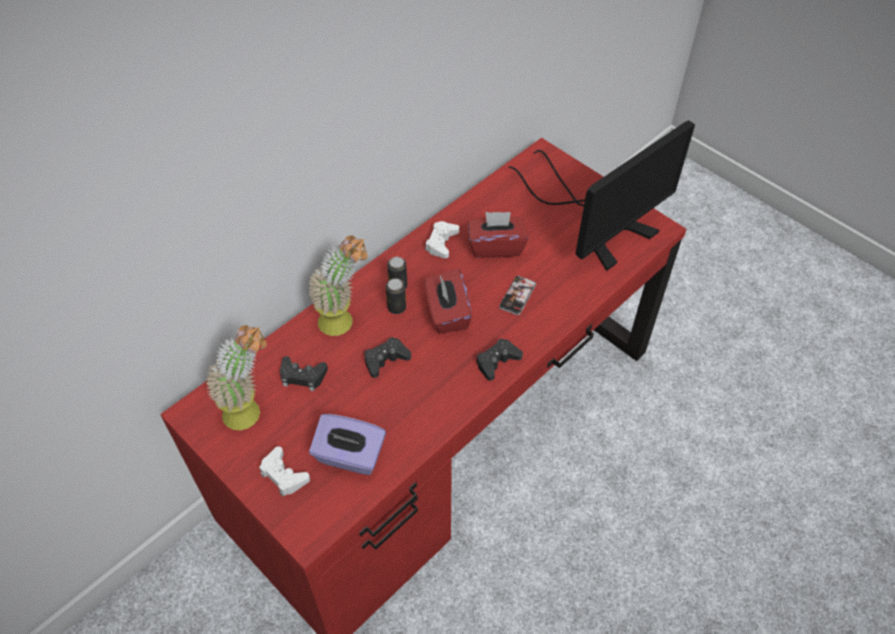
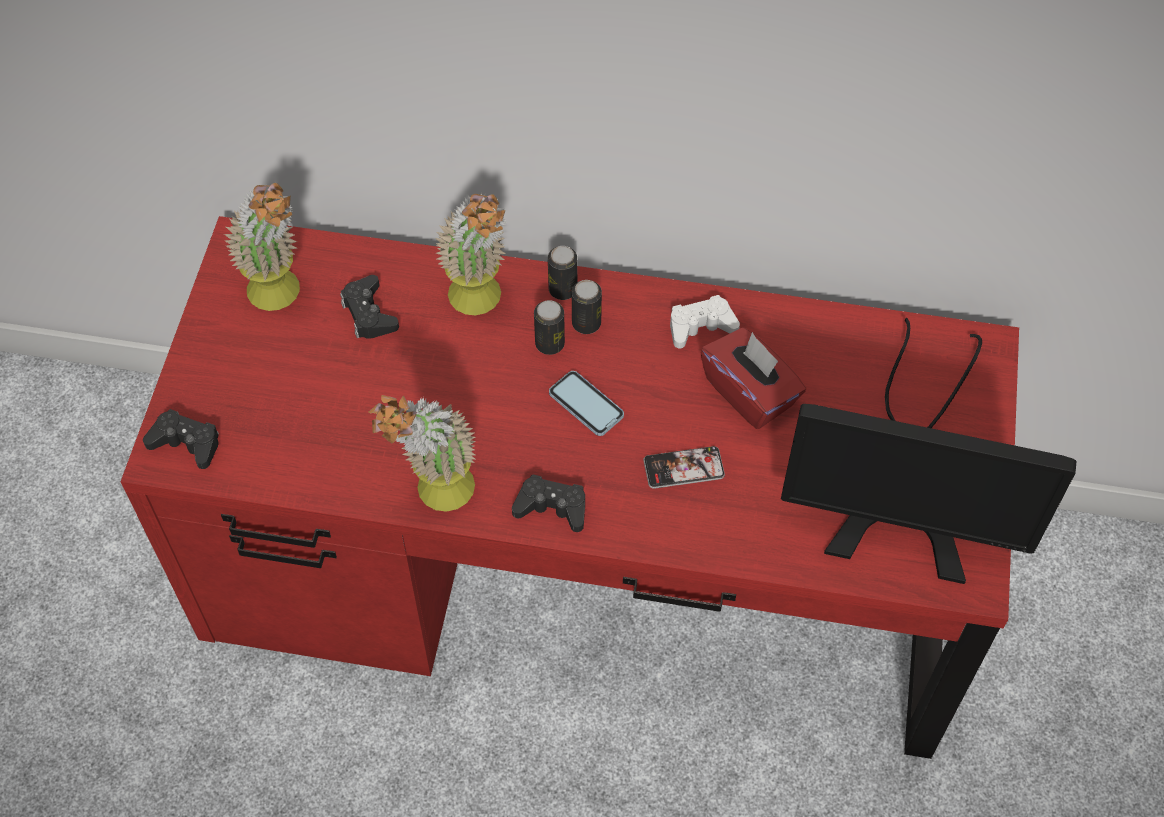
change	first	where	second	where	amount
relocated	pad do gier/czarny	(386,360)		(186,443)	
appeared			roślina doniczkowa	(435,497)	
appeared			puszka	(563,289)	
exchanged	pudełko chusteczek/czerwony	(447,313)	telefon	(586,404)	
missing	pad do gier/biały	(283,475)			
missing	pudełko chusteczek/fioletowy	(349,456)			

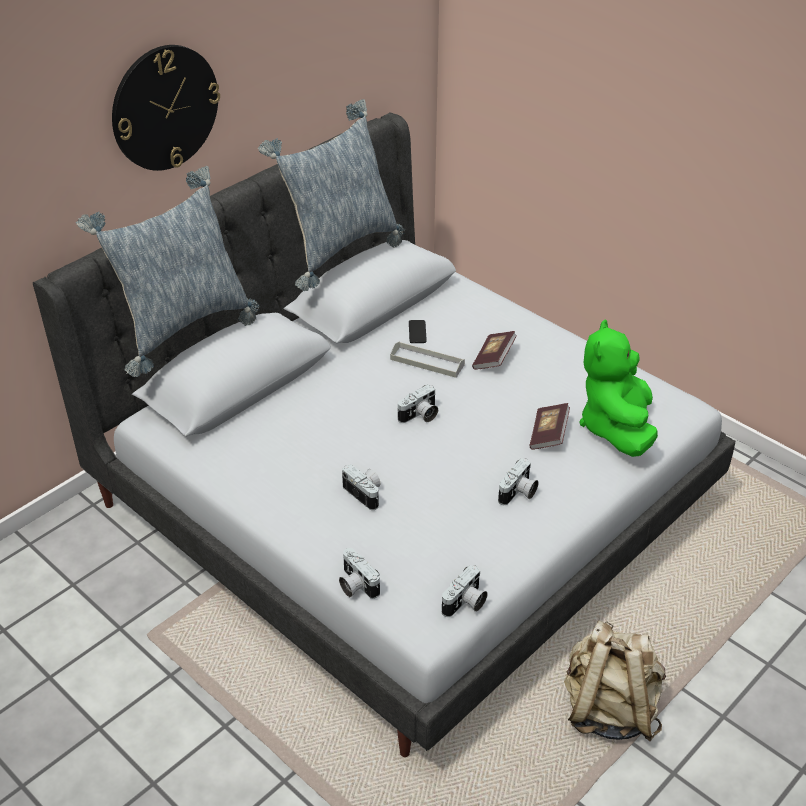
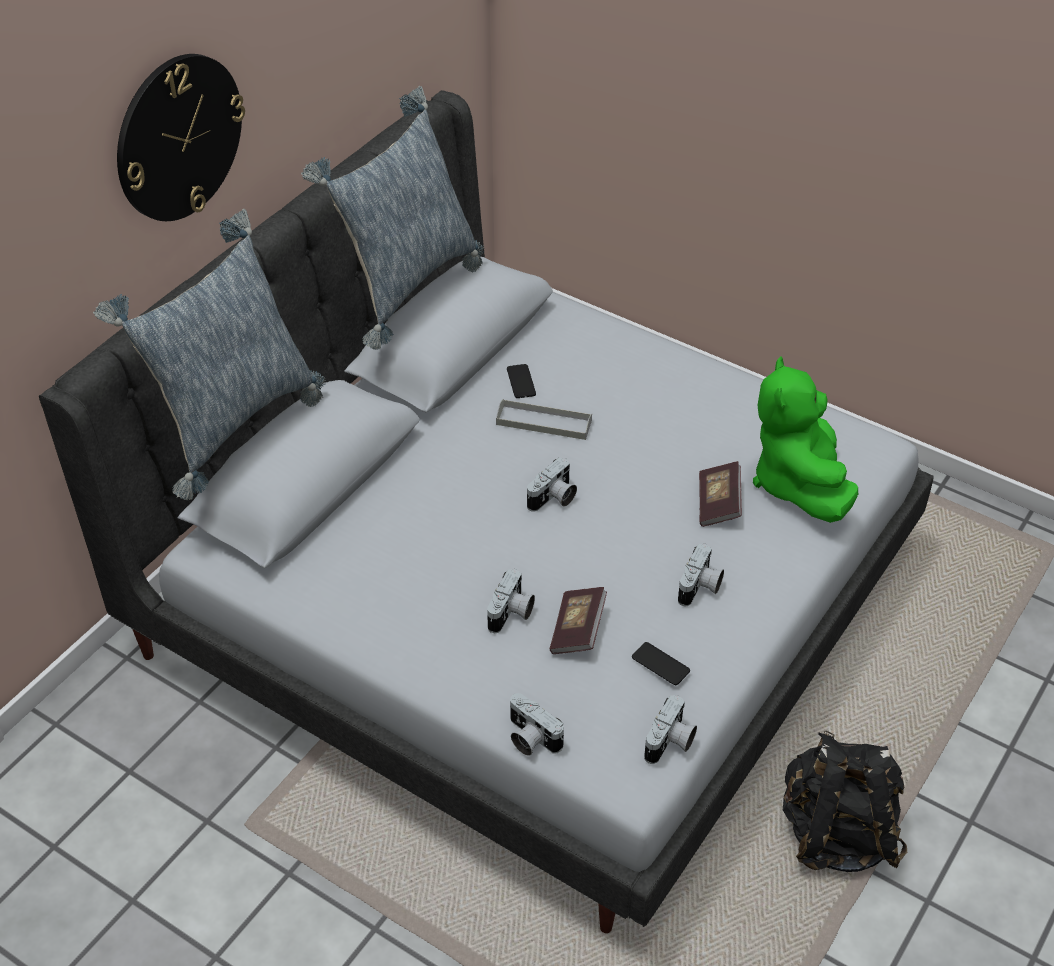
change	first	where	second	where	amount
spun	aparat fotograficzny	(365,493)		(511,613)	75 degrees clockwise
relocated	książka	(493,359)		(577,630)	
appeared			telefon	(660,664)	
colour	plecak/beżowy	(608,709)	plecak/czarny	(836,834)	

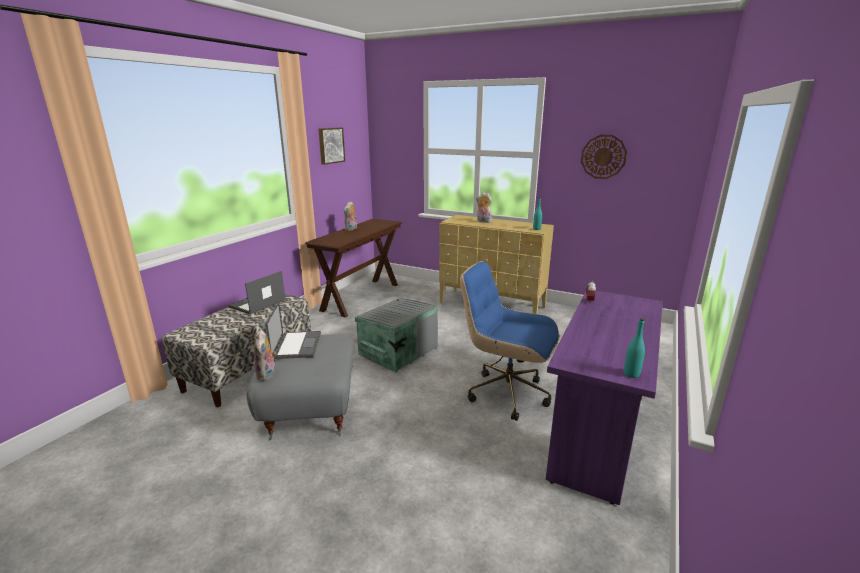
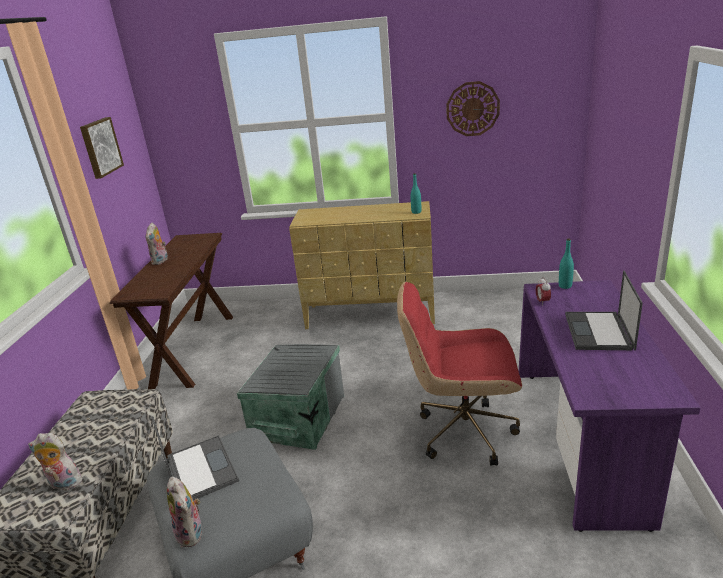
change	first	where	second	where	amount
relocated	pluszak	(483,221)		(63,484)	
colour	krzesło biurowe/niebieski	(505,393)	krzesło biurowe/czerwony	(462,433)	
relocated	butelka/turkusowy	(631,374)		(565,286)	
relocated	laptop	(257,303)		(599,332)	

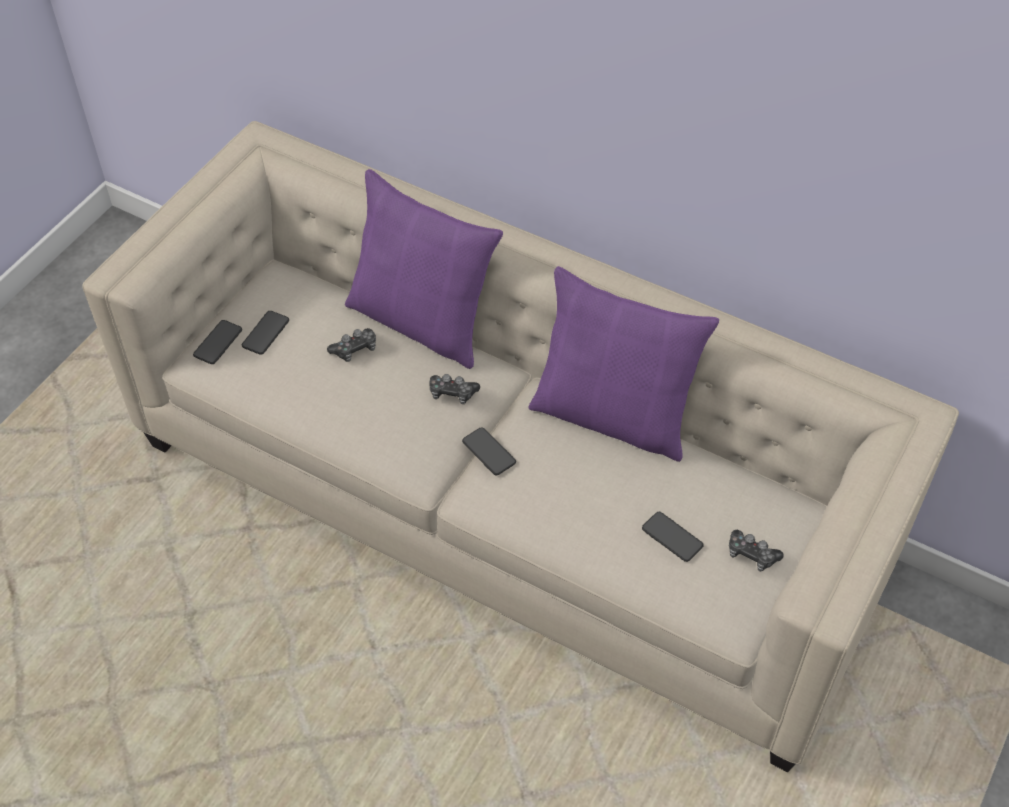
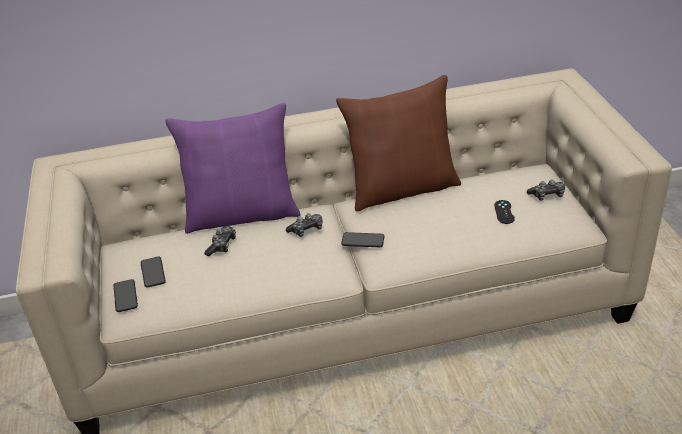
change	first	where	second	where	amount
colour	poduszka/fioletowy	(613,415)	poduszka/brązowy	(402,188)	
exchanged	telefon	(672,537)	pad do gier/czarny	(504,212)	

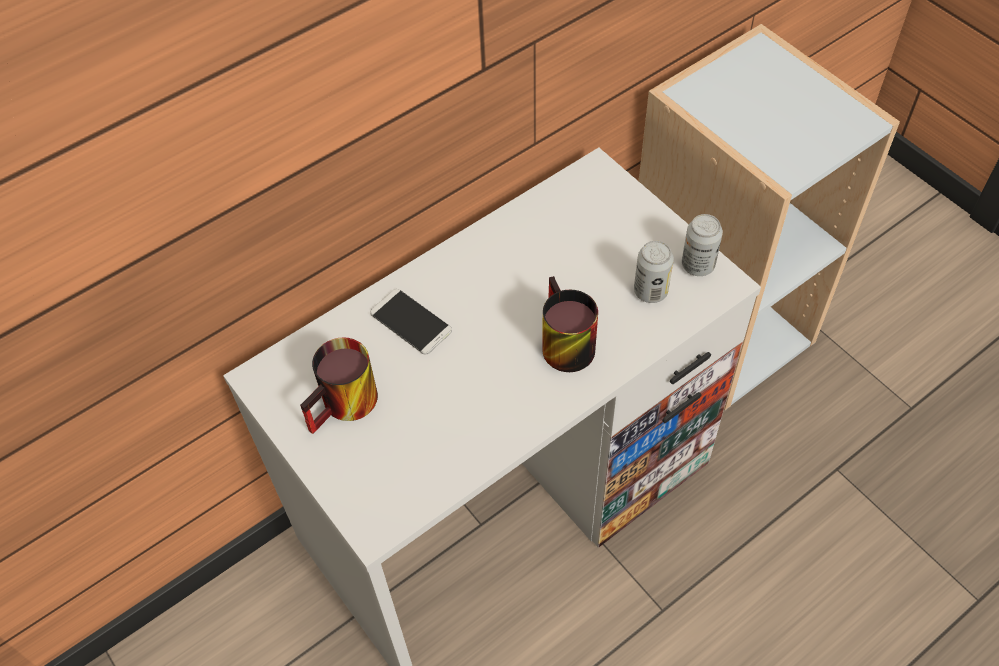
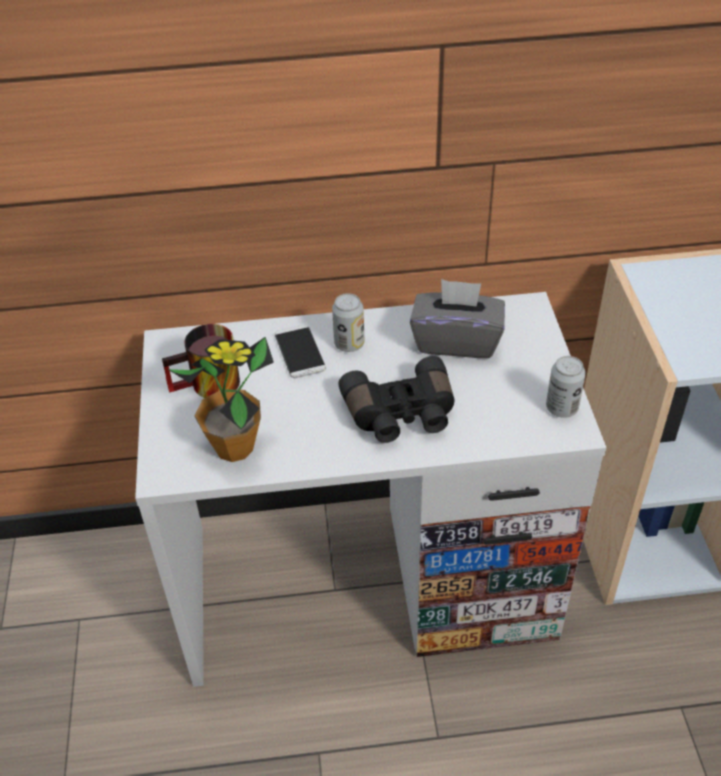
change	first	where	second	where	amount
appeared			roślina doniczkowa	(234,447)	
relocated	puszka	(650,291)		(349,344)	
exchanged	kubek	(560,343)	lornetka/czarny	(401,415)	
appeared			pudełko chusteczek/szary	(456,341)	

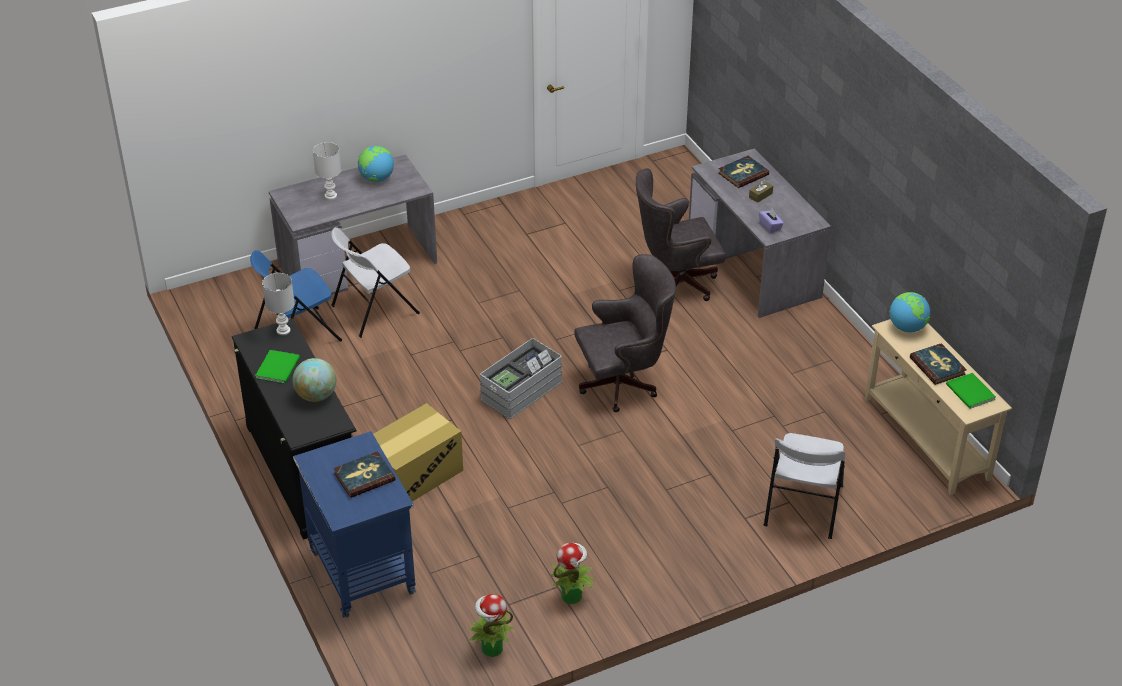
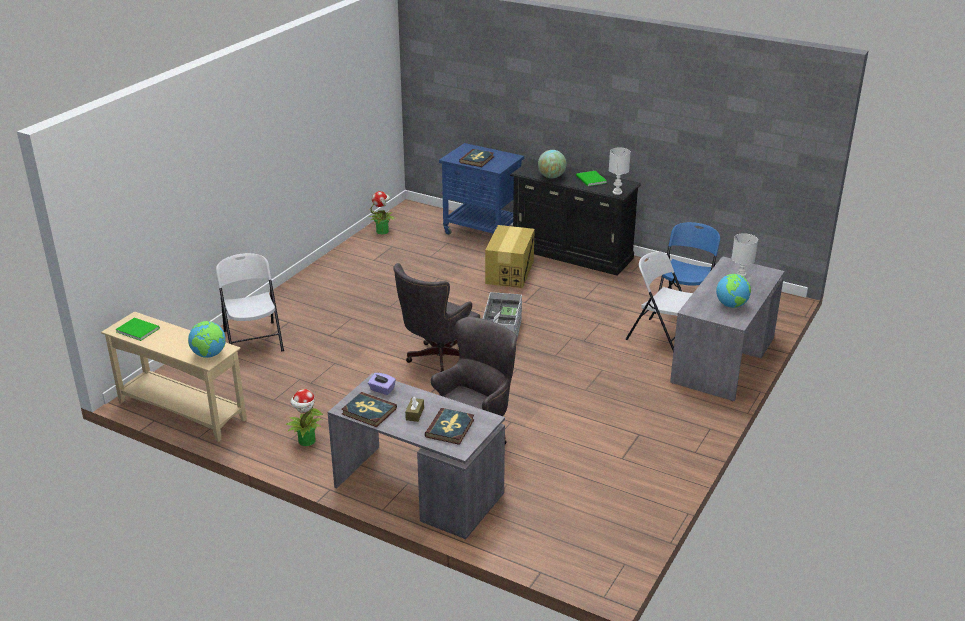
change	first	where	second	where	amount
relocated	roślina doniczkowa	(572,595)		(306,441)	
relocated	książka	(937,366)		(369,411)	
spun	krzesło/biały	(375,309)		(663,337)	75 degrees counterclockwise

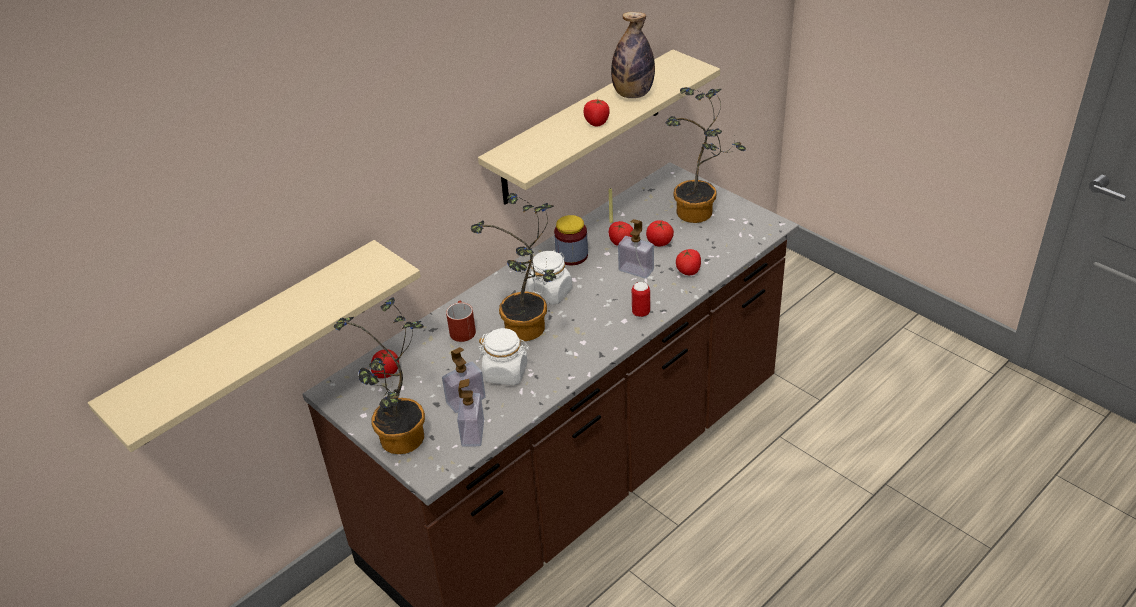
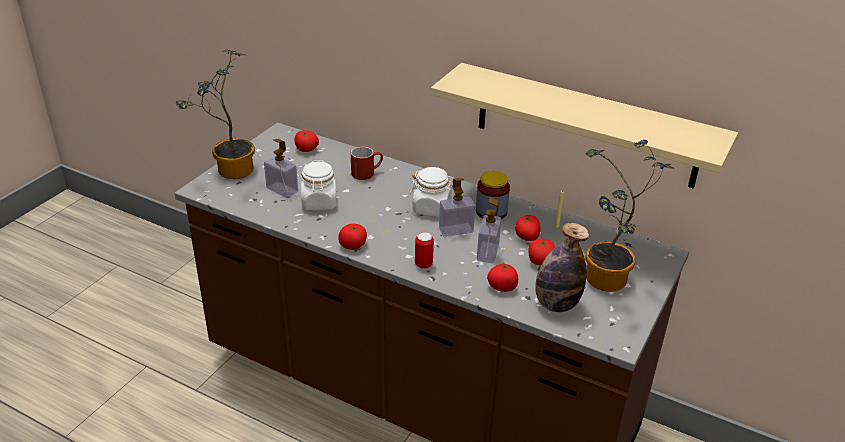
change	first	where	second	where	amount
relocated	pomidor	(596,122)		(353,245)	
relocated	dozownik mydła	(473,433)		(456,230)	
relocated	butelka	(633,94)		(556,304)	
missing	półka/beżowy	(250,344)			
missing	roślina doniczkowa	(528,332)			

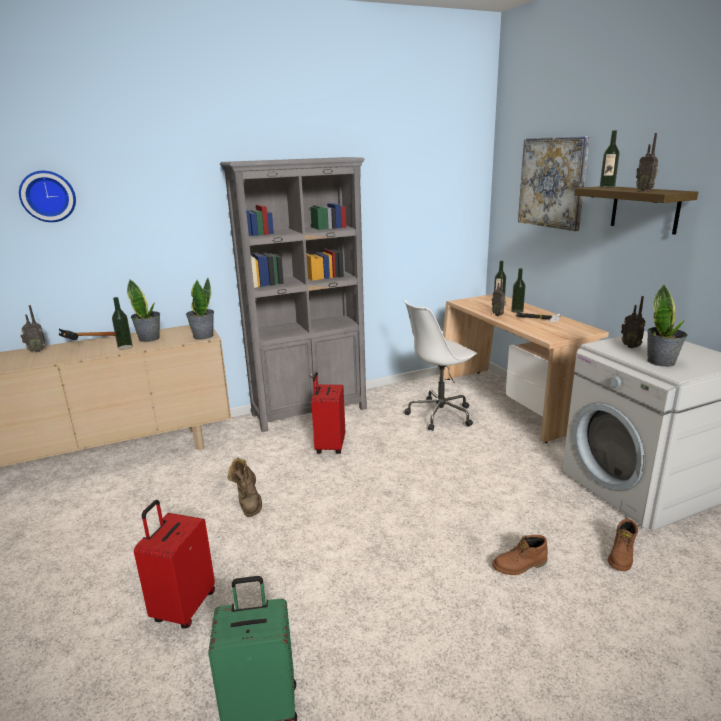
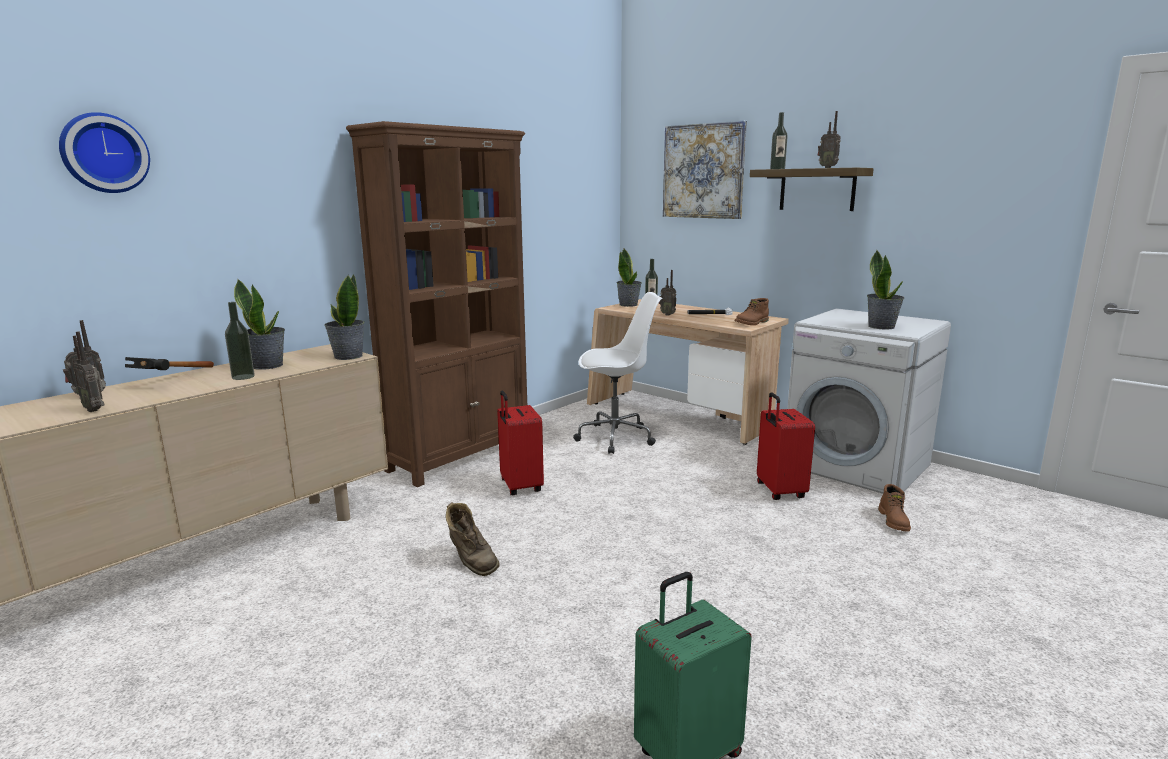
change	first	where	second	where	amount
relocated	radio	(631,346)		(96,409)	
colour	regał/szary	(310,411)	regał/brązowy	(461,456)	
spun	krzesło biurowe/biały	(438,416)		(617,438)	135 degrees counterclockwise
appeared			roślina doniczkowa	(628,305)	
relocated	but z cholewką/brązowy	(520,566)		(752,323)	
relocated	walizka/czerwony	(183,607)		(779,491)	
missing	butelka	(517,311)			

